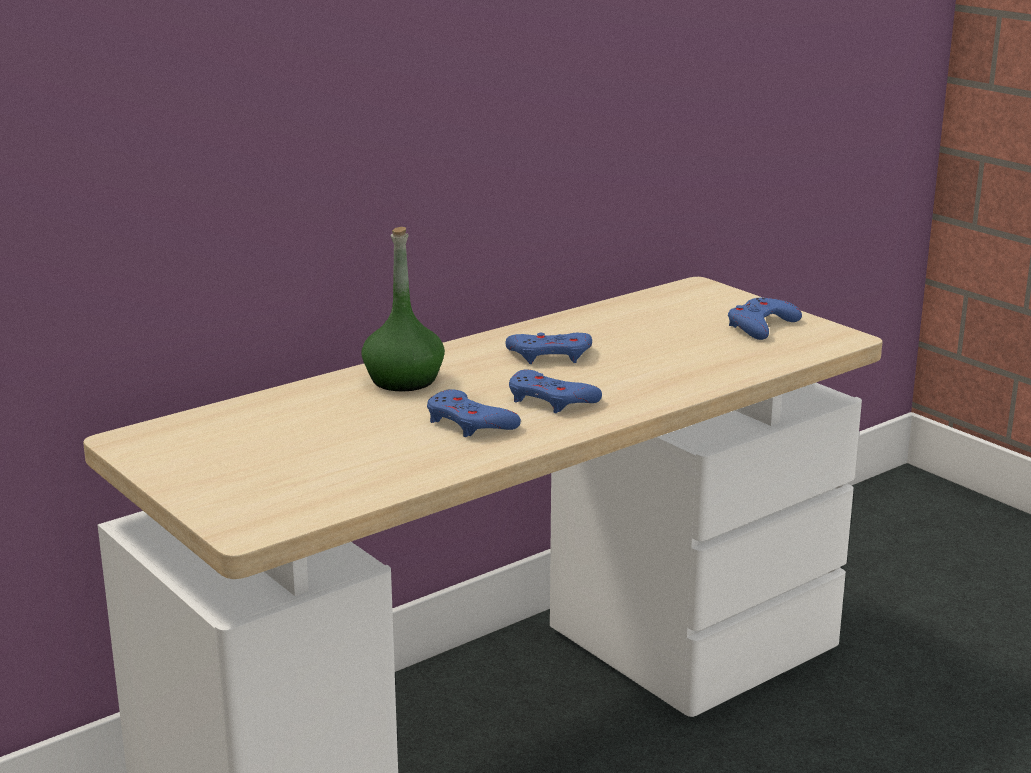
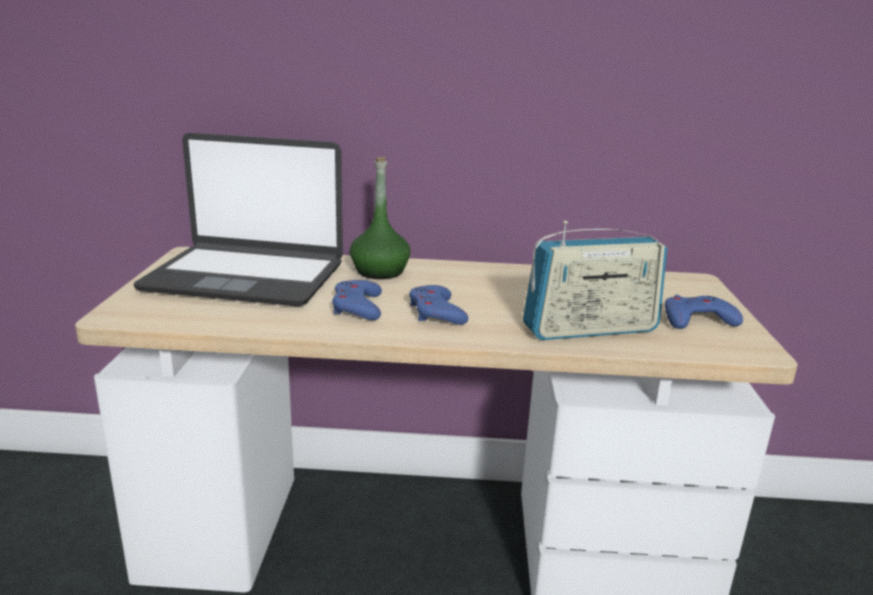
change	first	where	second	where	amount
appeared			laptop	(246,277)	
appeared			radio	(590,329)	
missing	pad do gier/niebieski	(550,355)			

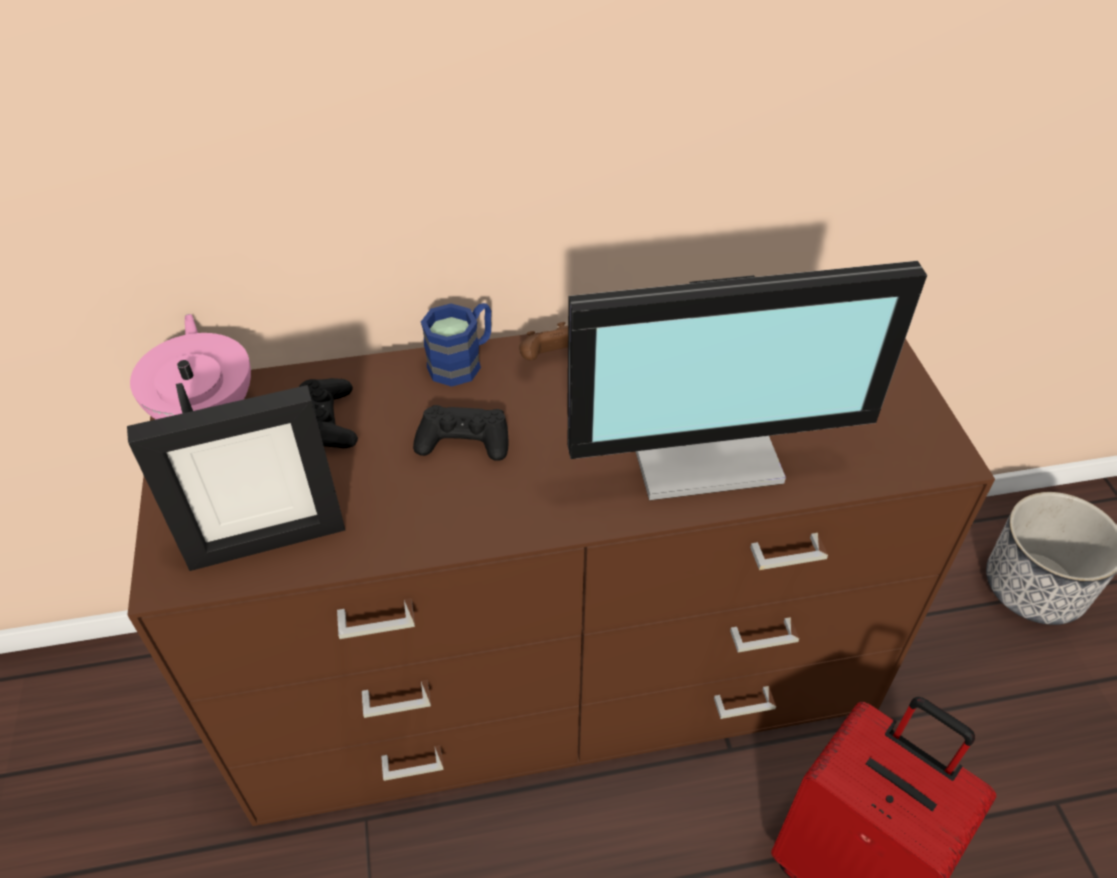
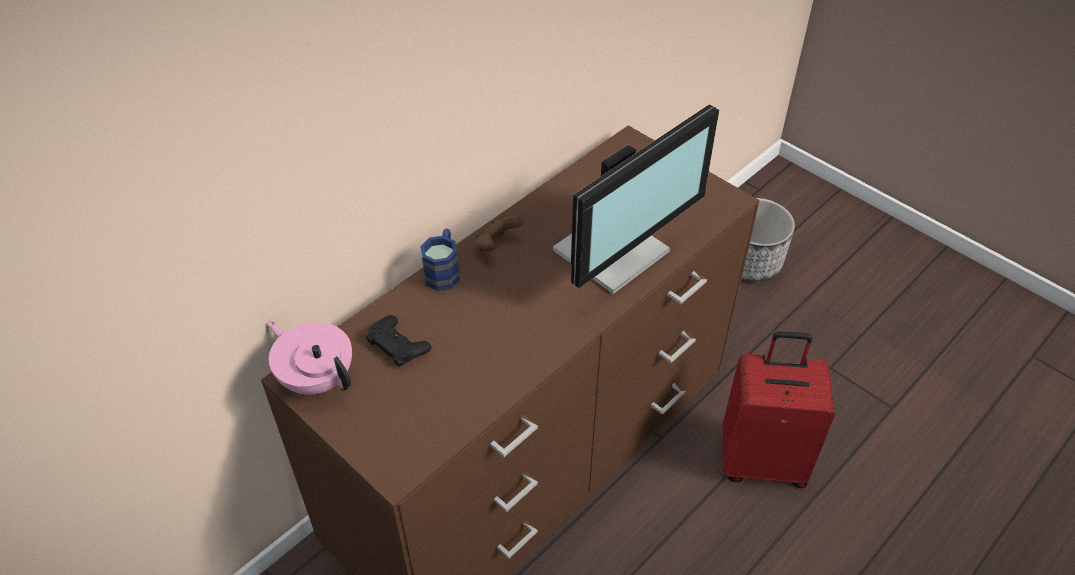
change	first	where	second	where	amount
missing	ramka na zdjęcie	(267,540)			
missing	pad do gier/czarny	(464,440)			

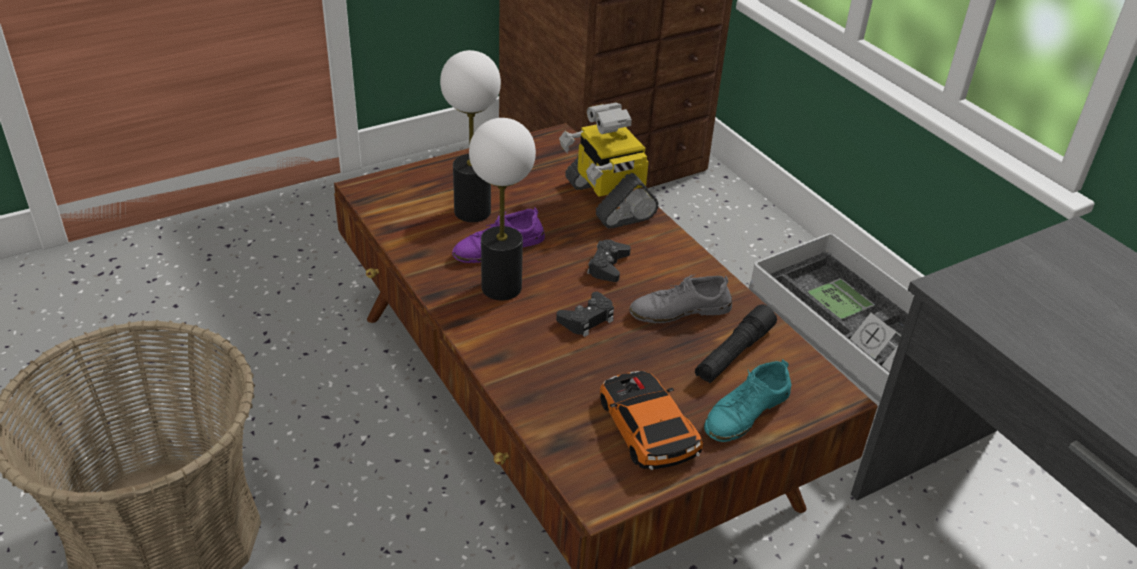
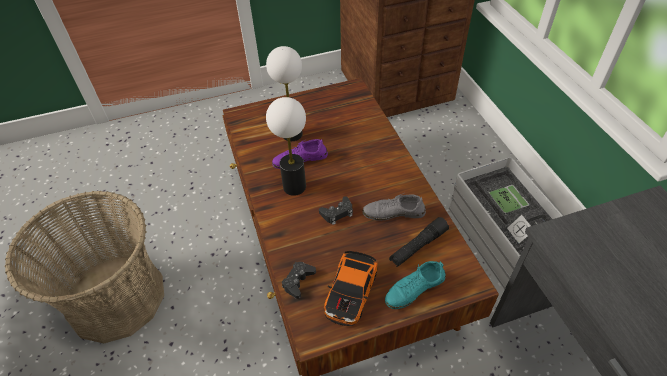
change	first	where	second	where	amount
relocated	pad do gier/czarny	(608,266)		(298,281)	
spun	samochodzik	(645,427)		(351,292)	150 degrees counterclockwise
missing	robot zabawkowy	(607,200)			

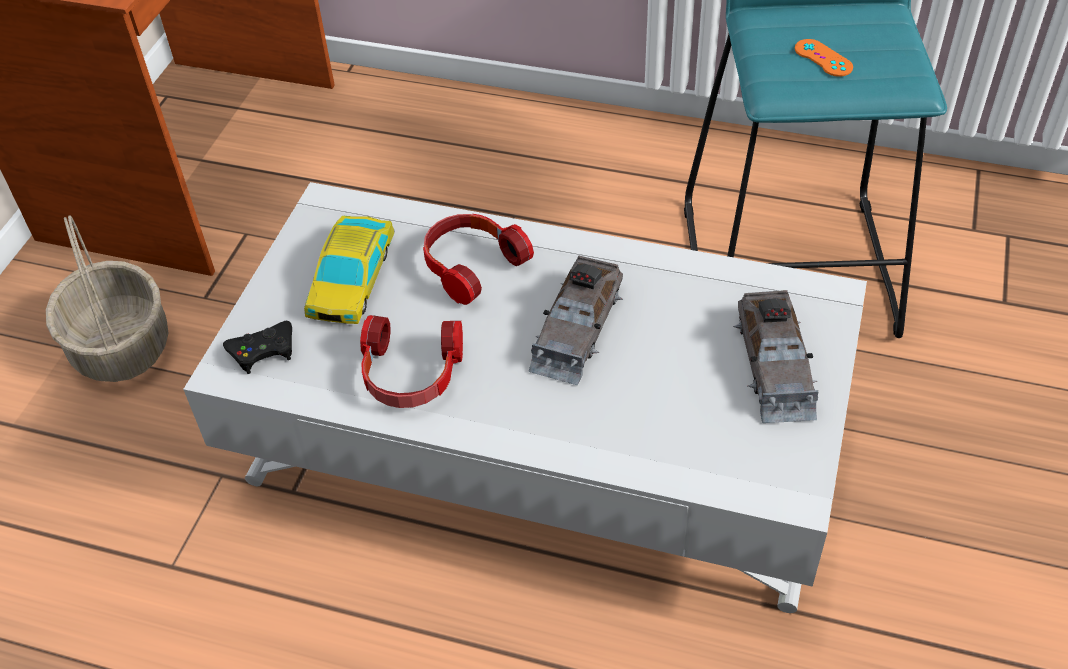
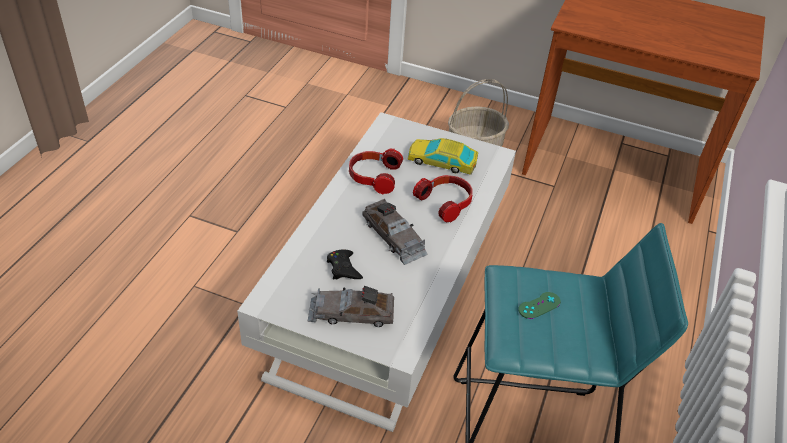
change	first	where	second	where	amount
relocated	pad do gier/czarny	(263,351)		(343,268)	
spun	samochodzik/szary	(576,328)		(394,236)	150 degrees counterclockwise
colour	pad do gier/pomarańczowy	(823,58)	pad do gier/zielony	(539,305)	

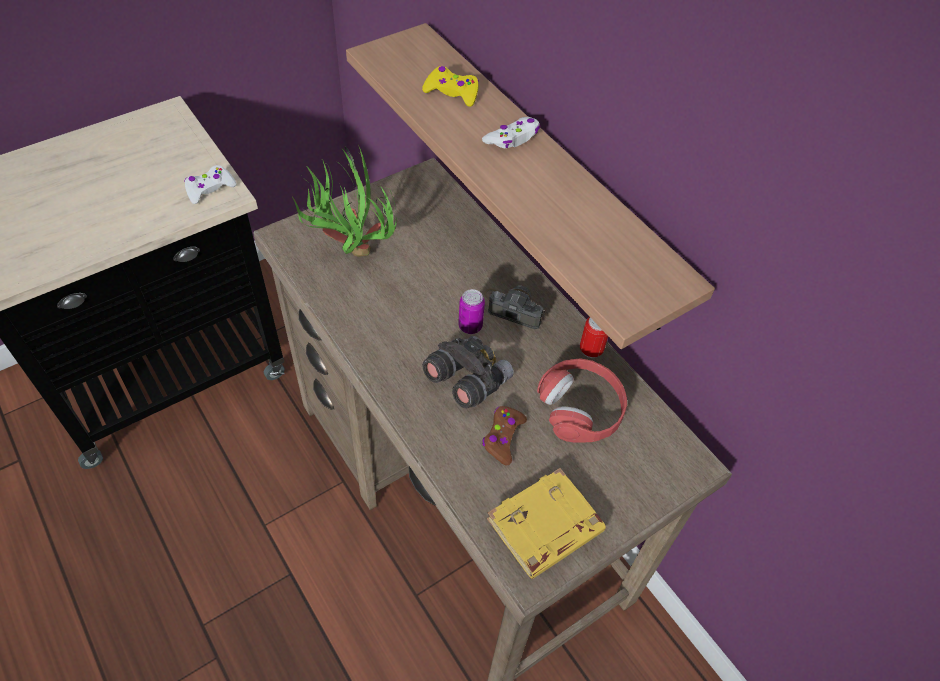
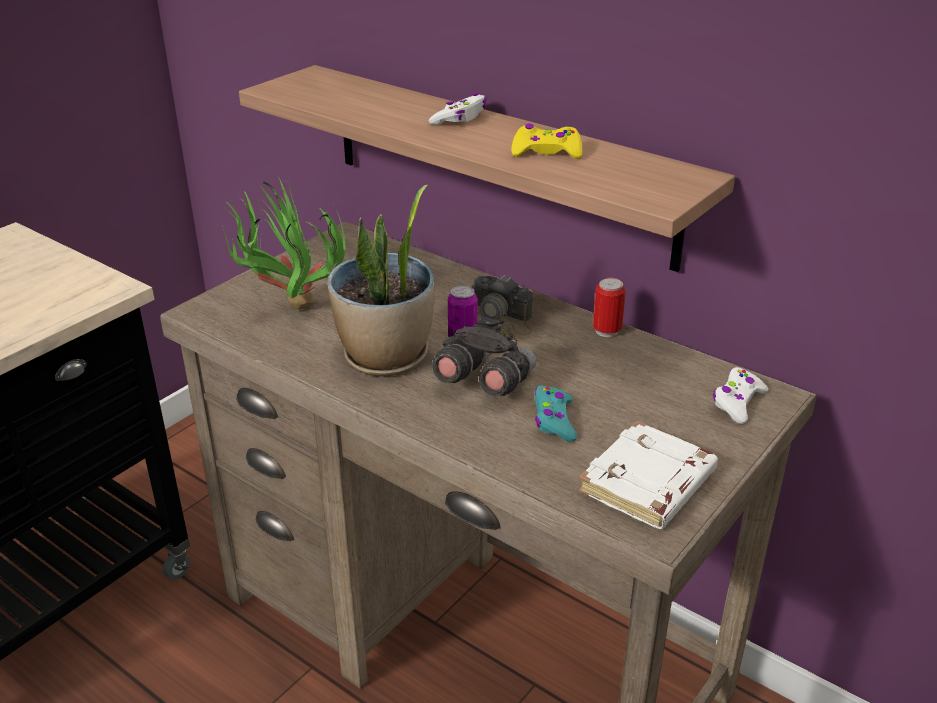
change	first	where	second	where	amount
appeared			roślina doniczkowa	(386,357)	
spun	aparat fotograficzny	(512,308)		(501,316)	150 degrees counterclockwise
relocated	pad do gier/żółty	(452,92)		(546,152)	
colour	pad do gier/brązowy	(503,437)	pad do gier/turkusowy	(554,420)	
colour	książka/żółty	(544,528)	książka/biały	(648,484)	
relocated	pad do gier/biały	(209,189)		(737,402)	
missing	słuchawki/czerwony	(581,407)			

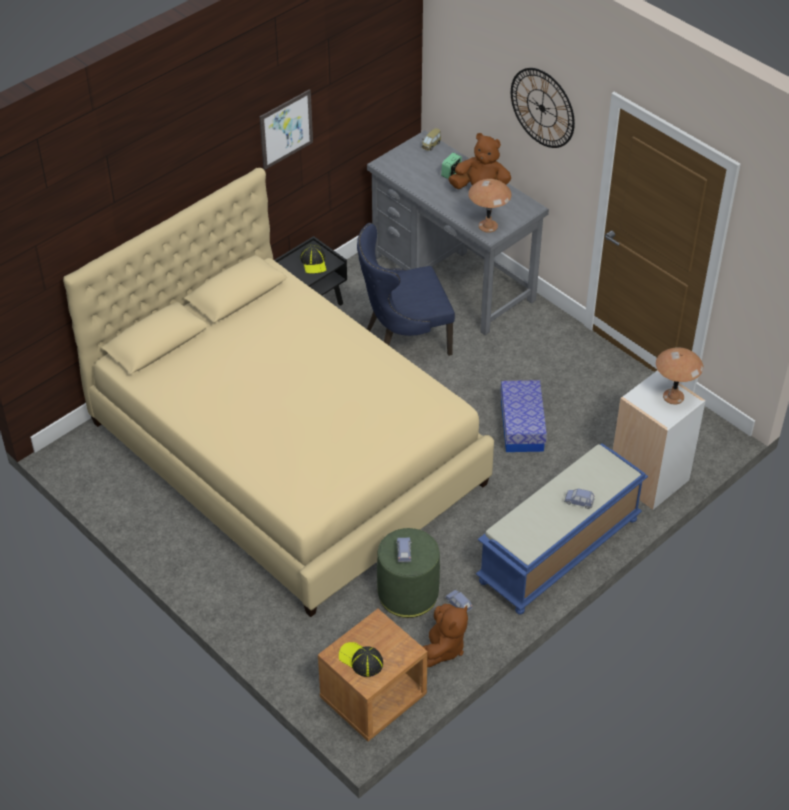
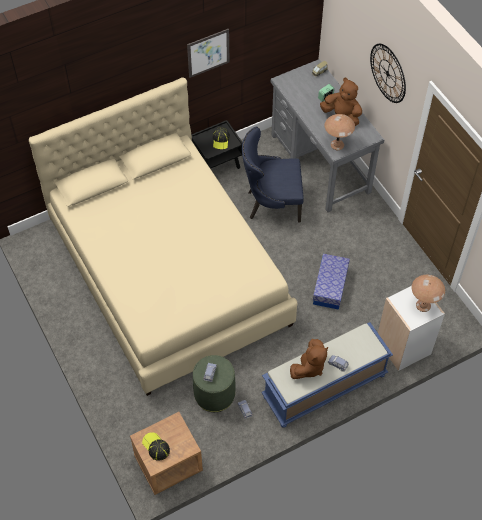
change	first	where	second	where	amount
relocated	pluszak/brązowy	(442,648)		(309,367)	

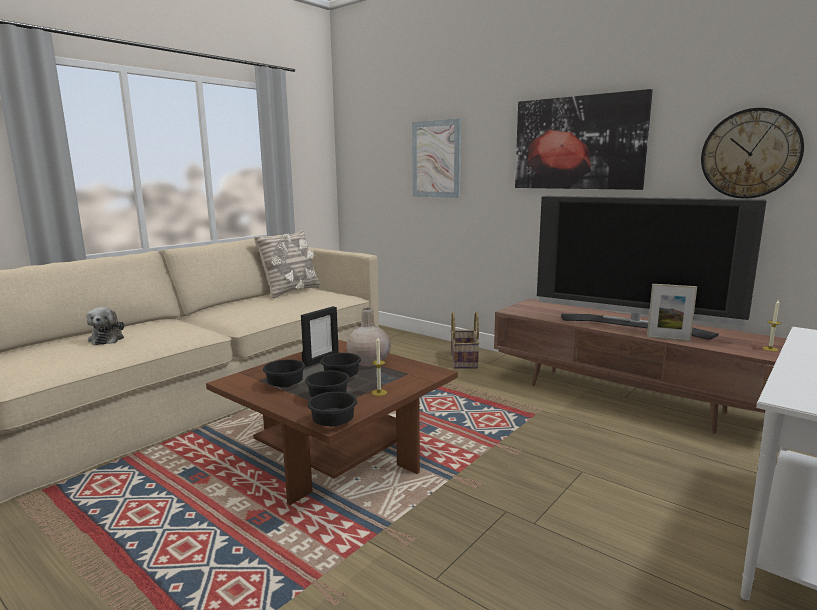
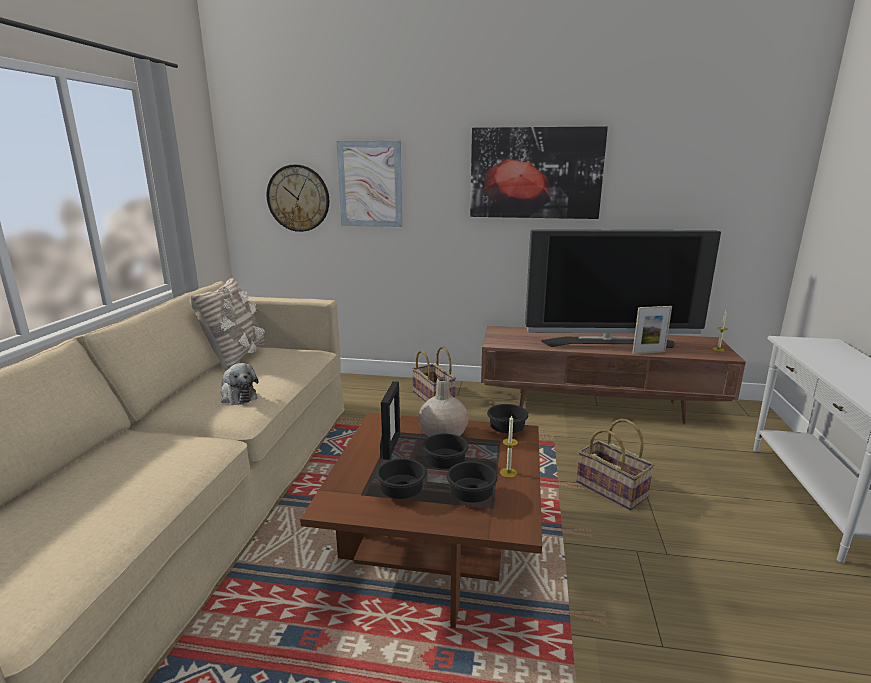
change	first	where	second	where	amount
relocated	pluszak	(107,339)		(237,396)	
relocated	zegar ścienny	(750,154)		(298,198)	
relocated	miska/czarny	(334,422)		(507,429)	
appeared			koszyk	(612,489)	

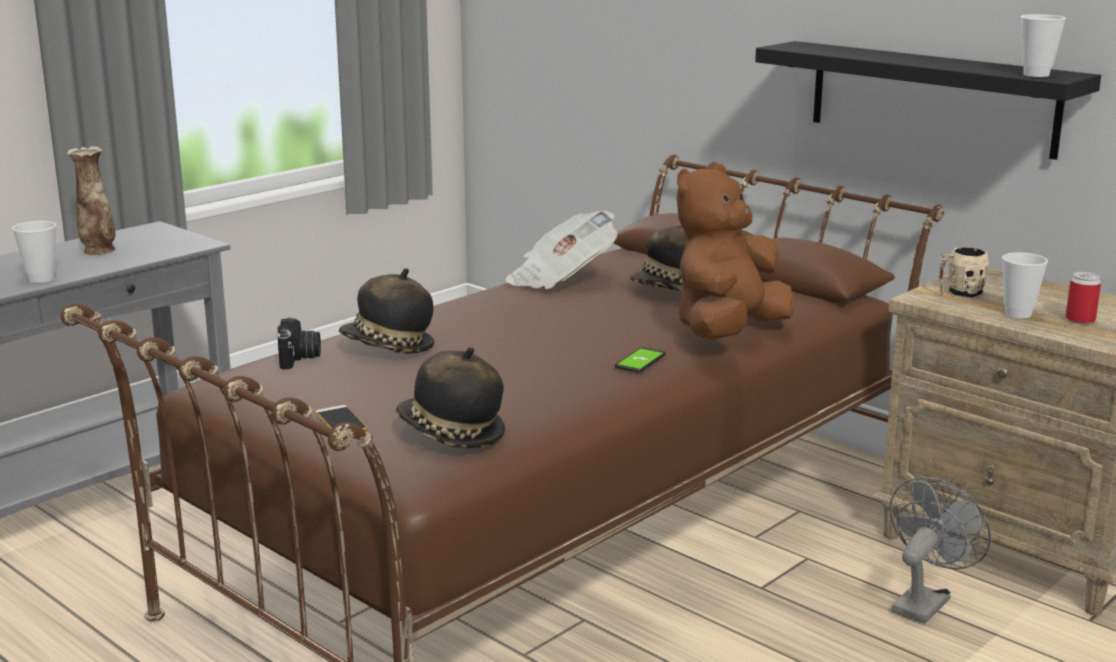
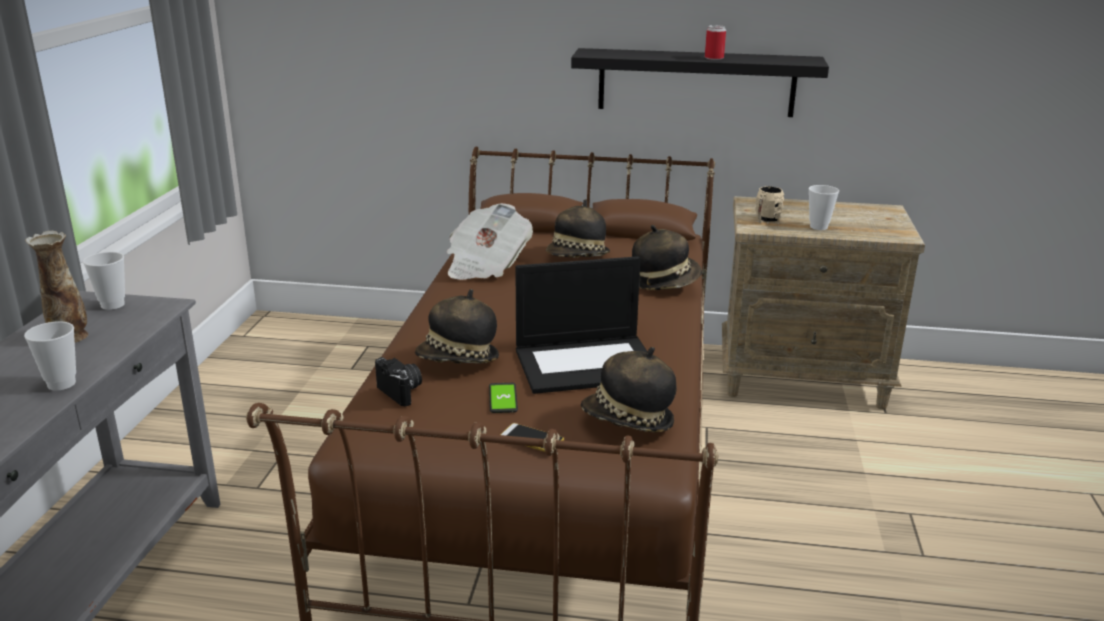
change	first	where	second	where	amount
relocated	filiżanka	(1036,75)		(112,305)	
relocated	telefon	(640,361)		(503,399)	
appeared			laptop	(588,363)	
exchanged	pluszak/brązowy	(728,333)	kapelusz	(664,282)	
relocated	puszka	(1080,320)		(714,58)	
missing	wentylator/szary	(924,601)			

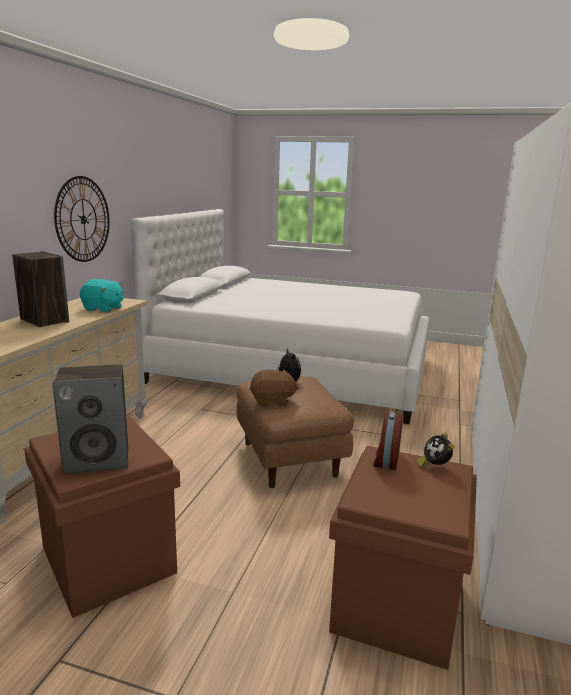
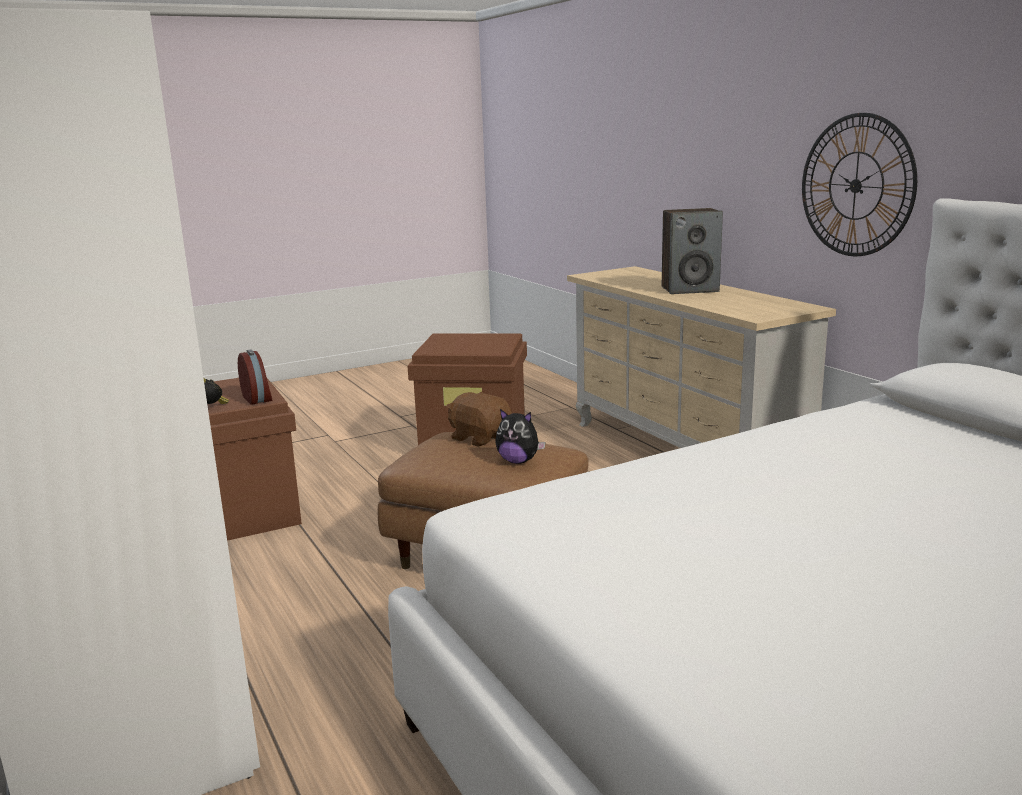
change	first	where	second	where	amount
spun	pluszak/brązowy	(272,401)		(480,438)	90 degrees clockwise
missing	głośnik	(98,460)			
missing	pluszak/turkusowy	(103,309)			

